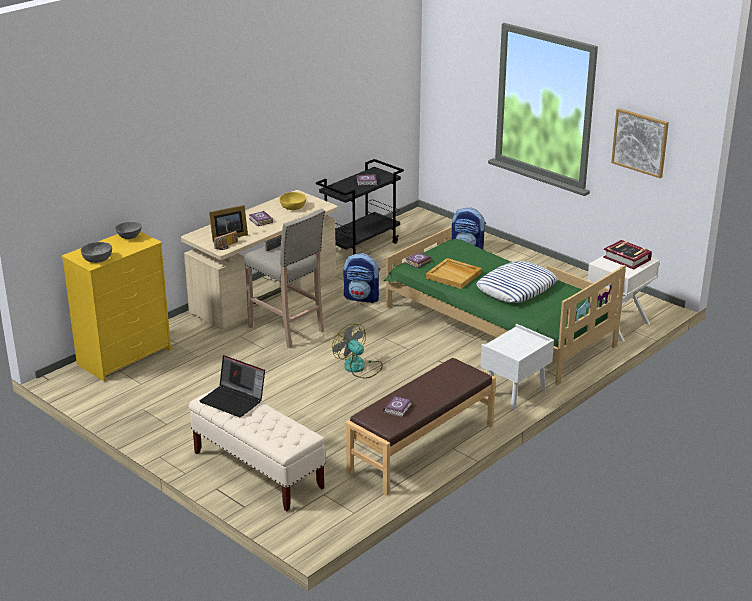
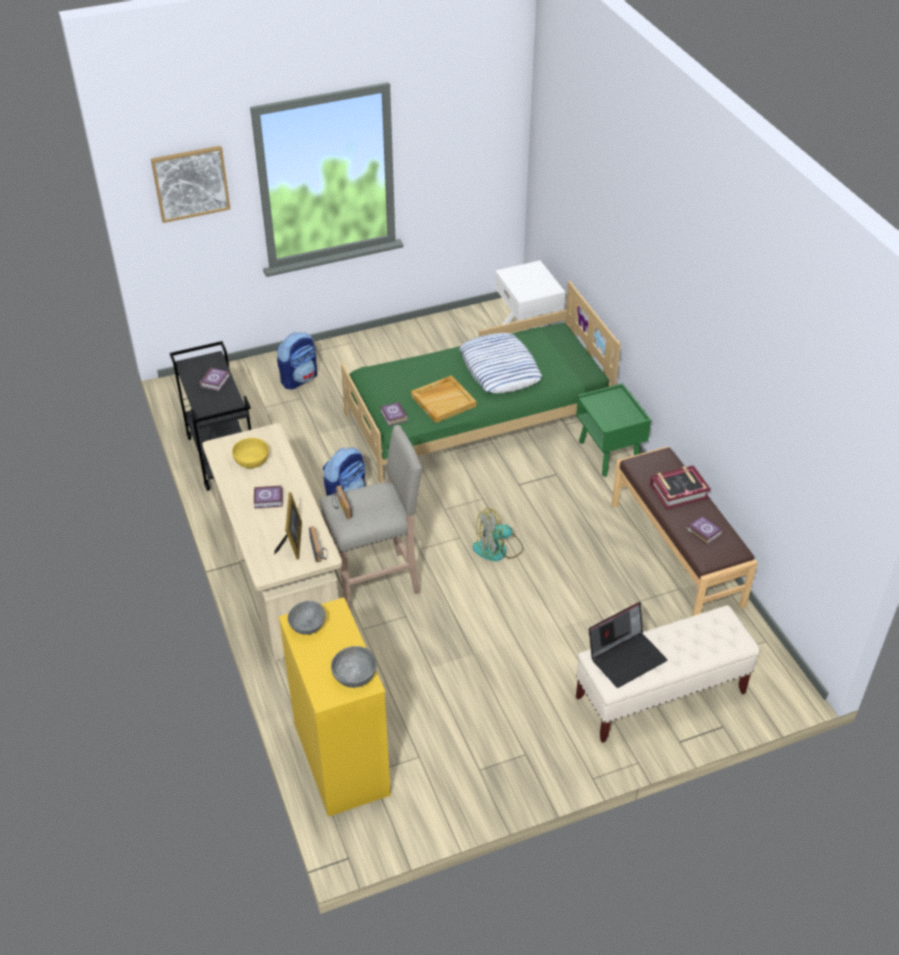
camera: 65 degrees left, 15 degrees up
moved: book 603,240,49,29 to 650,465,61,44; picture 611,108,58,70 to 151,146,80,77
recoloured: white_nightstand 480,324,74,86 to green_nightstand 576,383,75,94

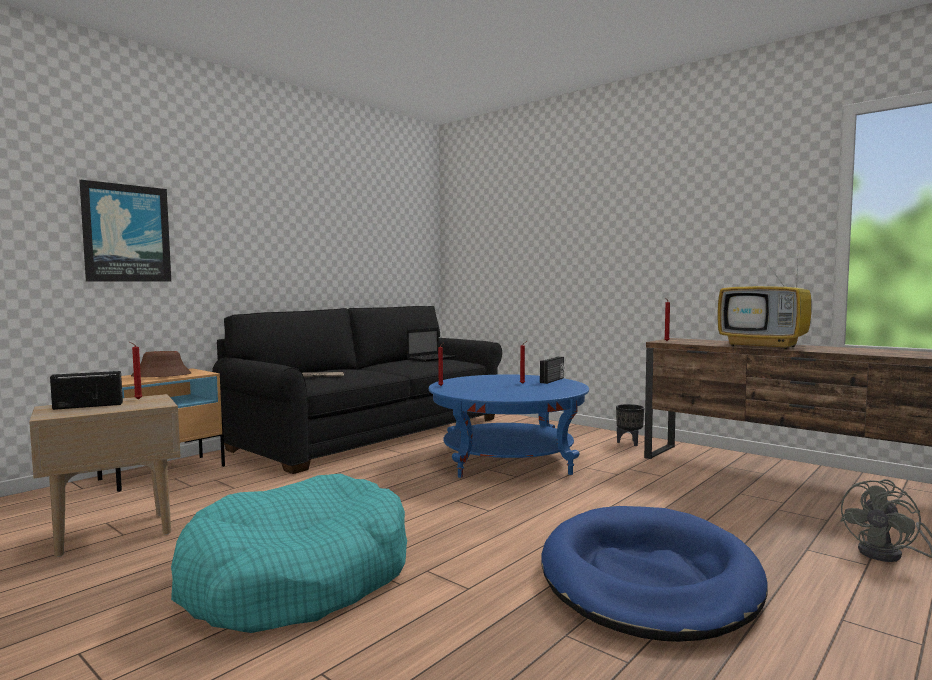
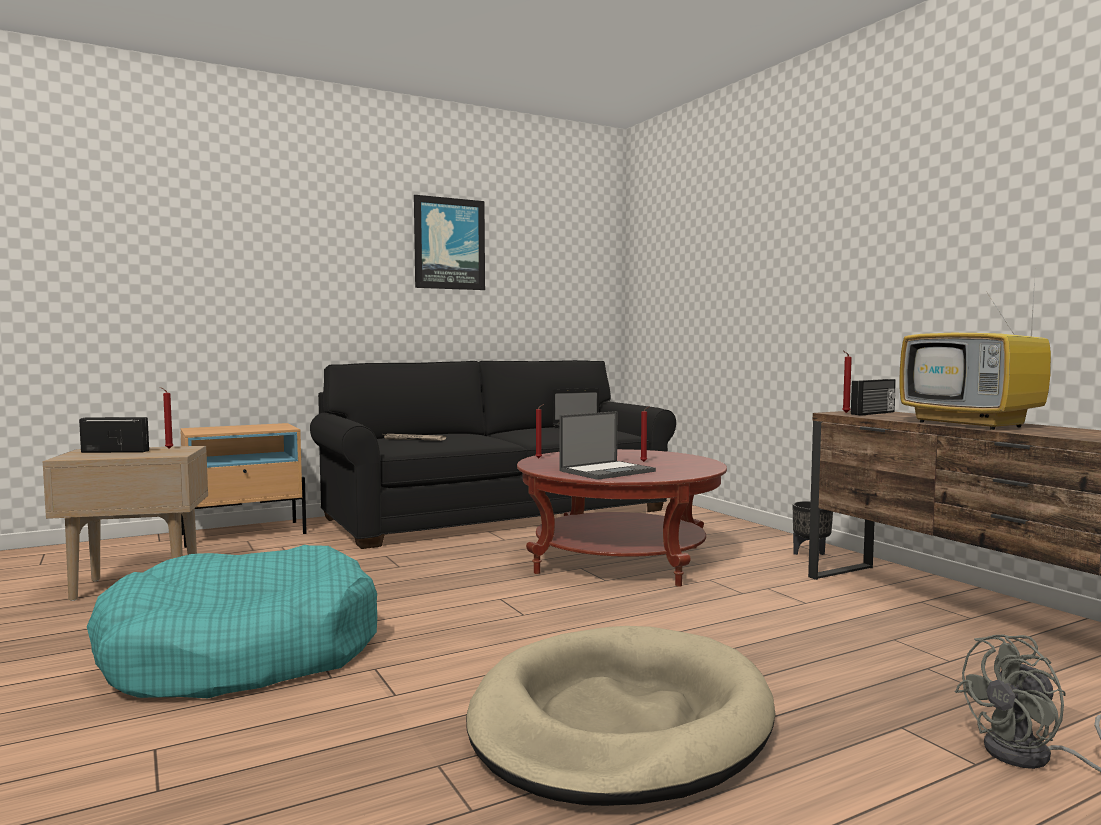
camera: 20 degrees right, 0 degrees up
removed: brown_hat 131,351,61,26
added: laptop 560,411,96,69
moved: picture 79,180,92,102 to 414,195,71,95; radio 540,357,24,27 to 851,379,45,37
recoloured: blue_coffee_table 429,374,160,104 to red_coffee_table 517,449,210,138; blue_dog_bed 541,506,226,136 to beige_dog_bed 466,626,309,180

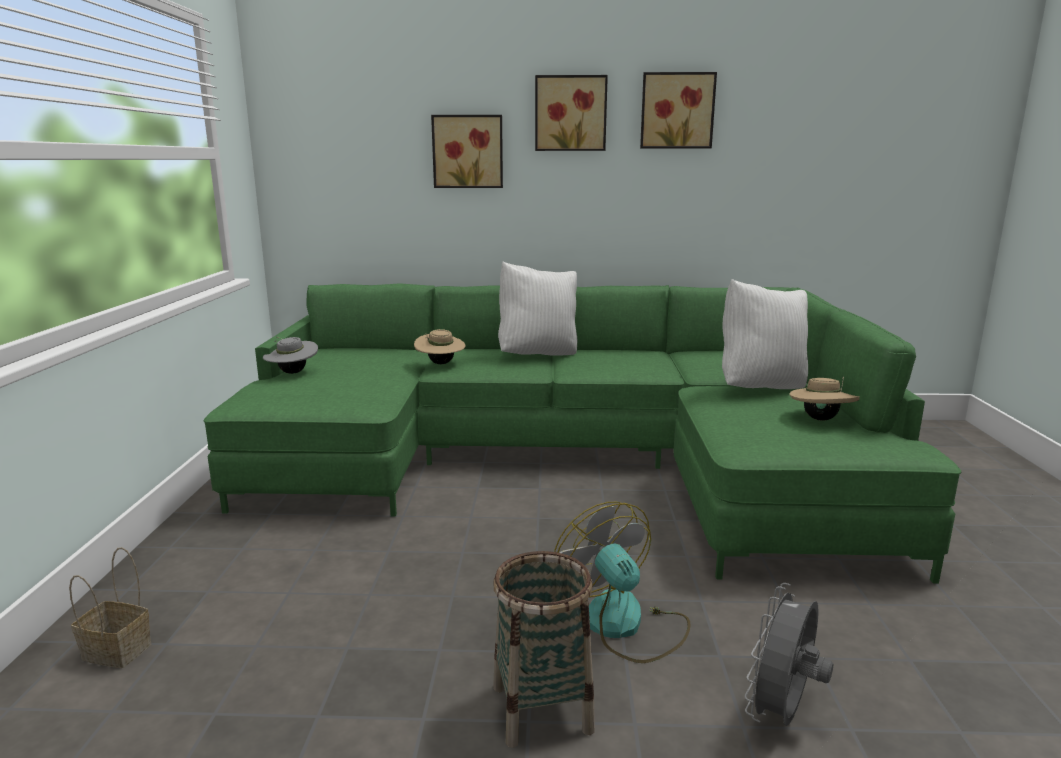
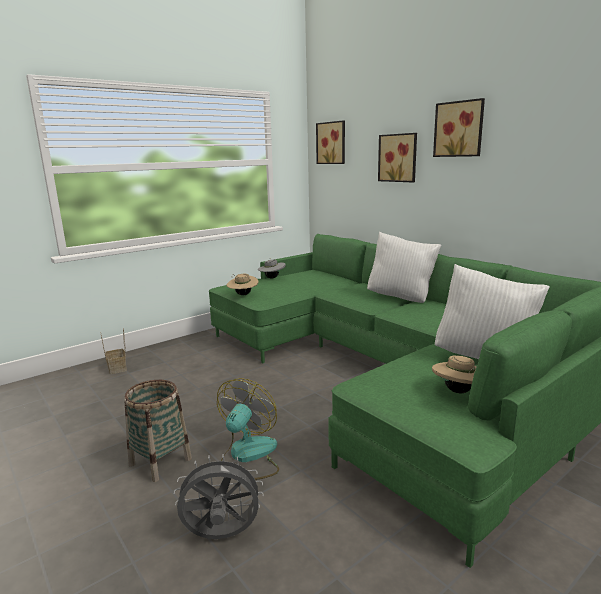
camera: 50 degrees right, 0 degrees up
moved: beige_hat 414,329,52,35 to 226,274,32,21; picture 640,72,77,76 to 316,120,29,44

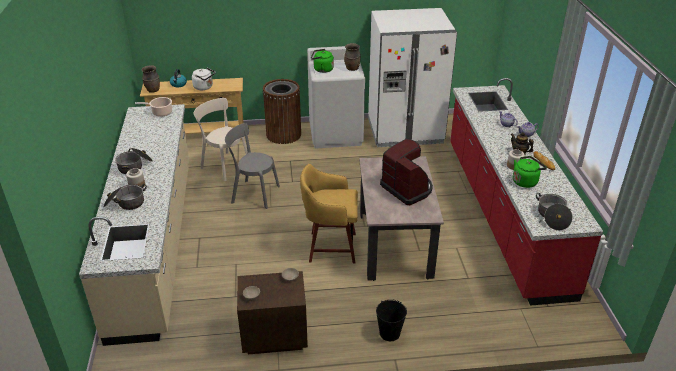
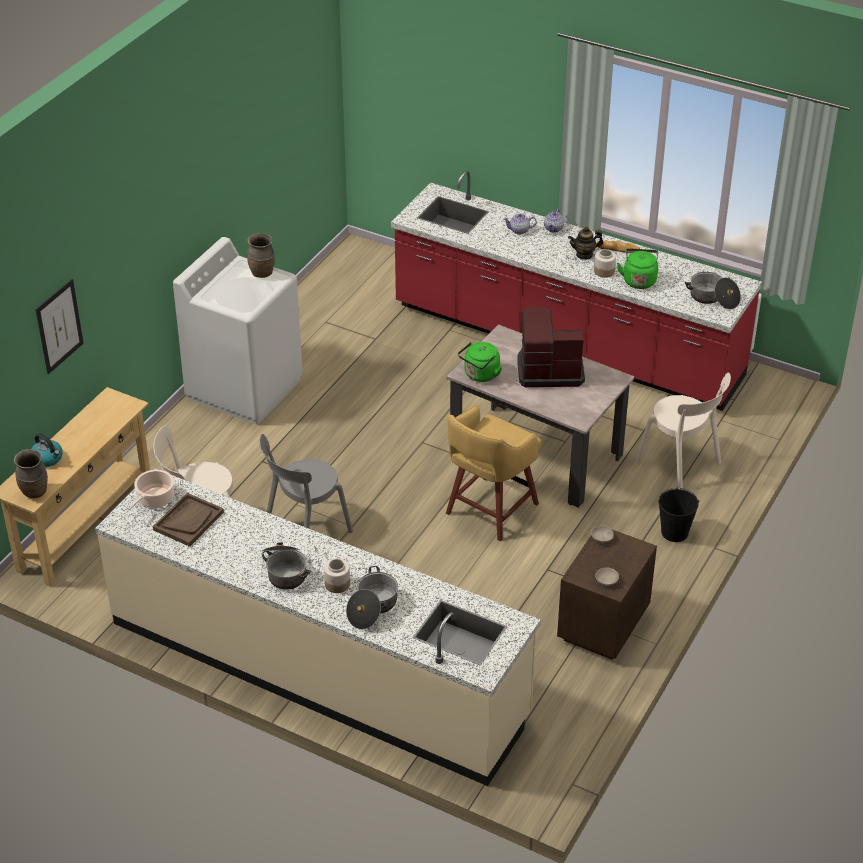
camera: 55 degrees left, 5 degrees up
removed: white_kettle 192,67,23,23; brown_trash_can 263,79,38,65; white_fridge 368,8,89,139
added: picture 36,279,48,95; brown_tray 153,493,71,54; beige_chair 635,372,96,118
moved: green_kettle 311,49,23,24 to 458,342,44,40

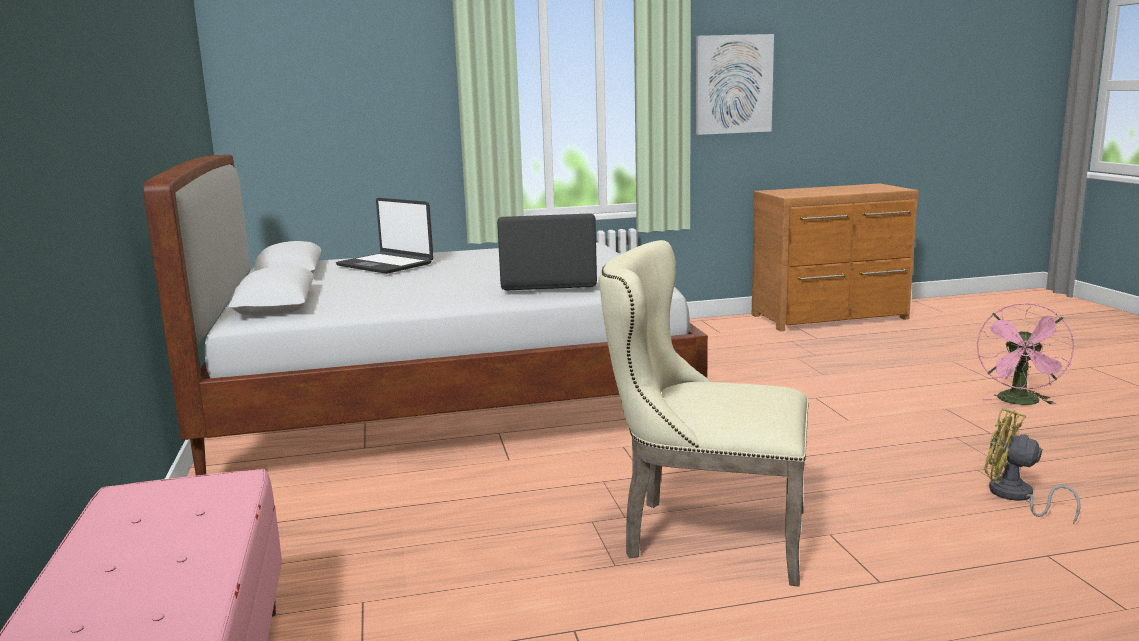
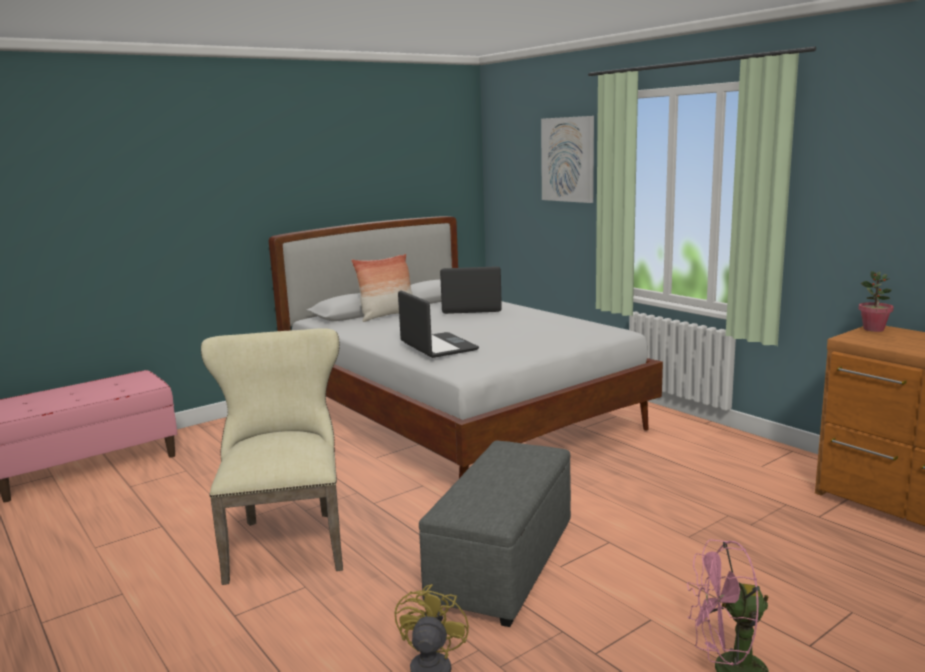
camera: 65 degrees right, 0 degrees up
added: pillow 351,254,62,68; grey_ottoman 419,441,152,186; potted_plant 859,271,35,61
moved: picture 696,34,78,101 to 541,116,53,87
turned: laptop 336,198,97,76 = 440,266,62,48 75 degrees clockwise

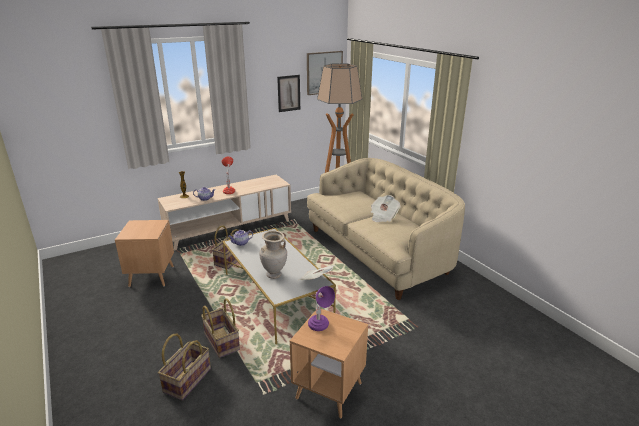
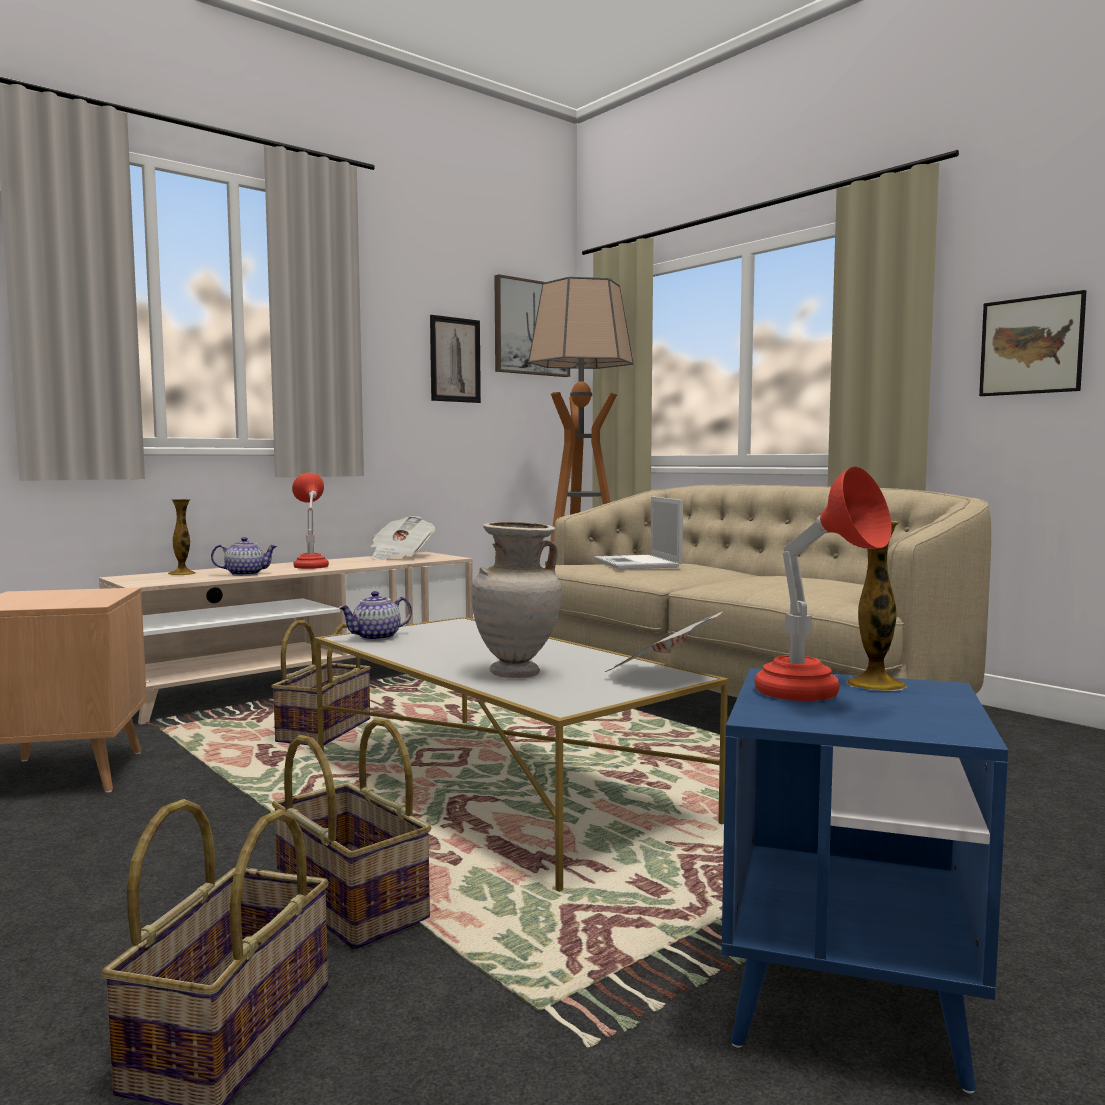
camera: 10 degrees left, 20 degrees down
added: laptop 595,496,88,73; vase 846,521,61,170; picture 979,290,107,106
moved: newspaper 371,195,30,27 to 370,516,65,44
recoloured: brown_side_table 290,309,78,110 to blue_side_table 722,668,286,425; purple_table_lamp 308,286,27,45 to red_table_lamp 754,466,137,235

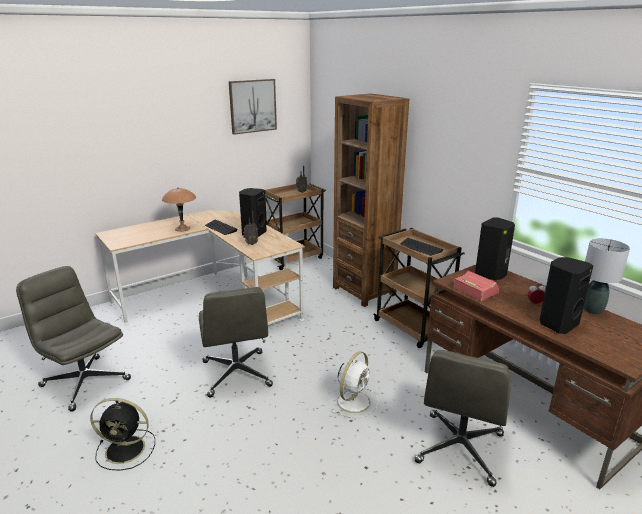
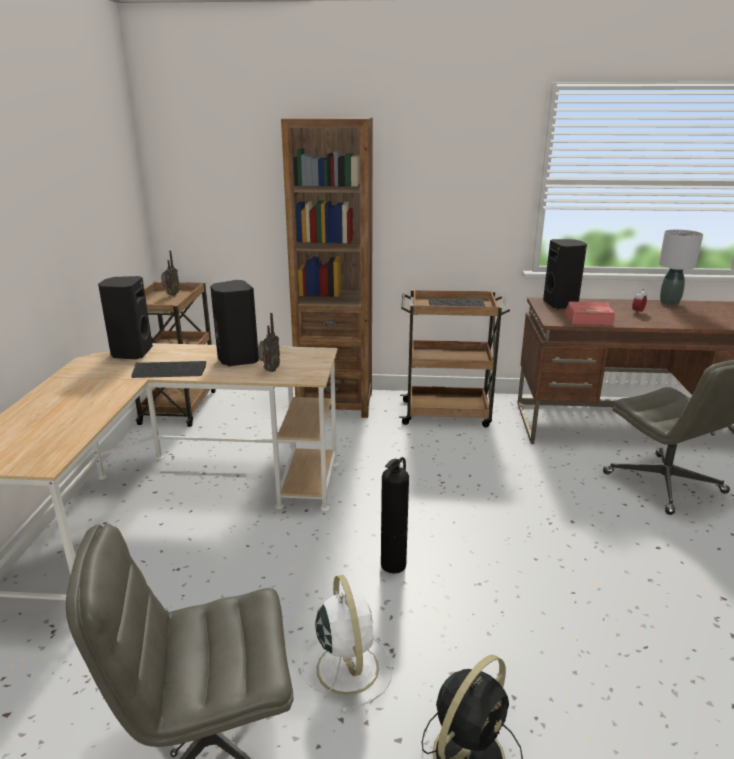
camera: 50 degrees left, 0 degrees up
removed: brown_table_lamp 162,187,34,45; picture 229,79,48,56
moved: white_fan 331,351,47,67 to 300,575,92,138; black_speaker 540,257,53,77 to 98,276,55,83
replaced: grey_office_chair 199,287,74,111 to fire_extinguisher 381,457,28,117

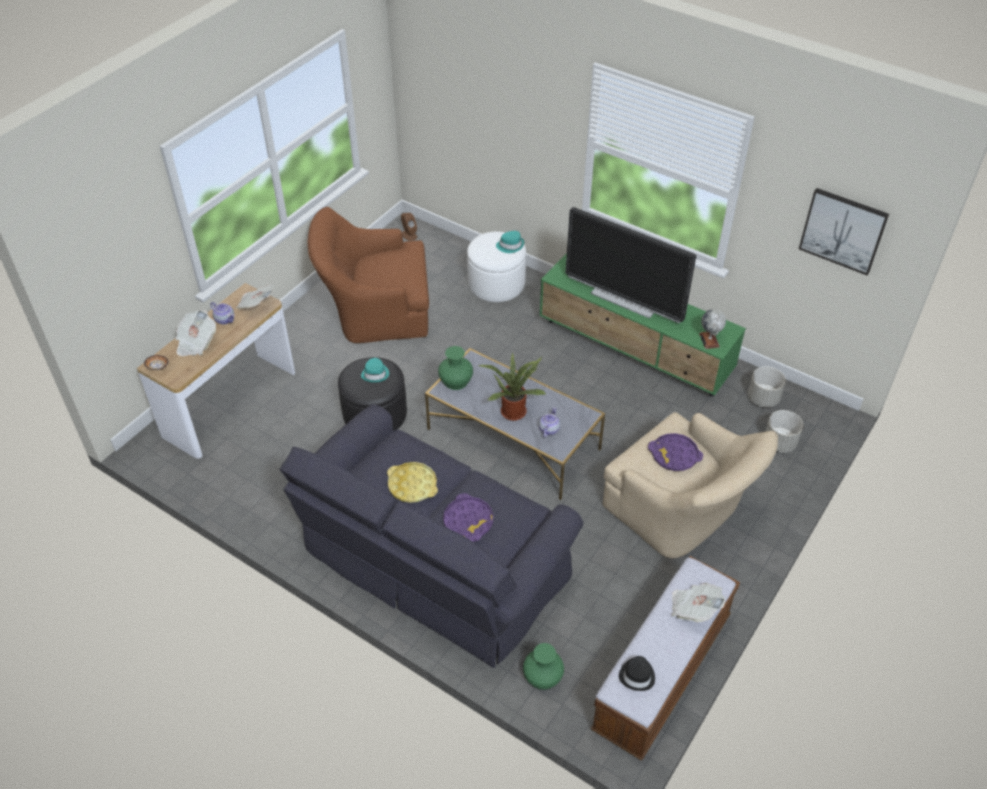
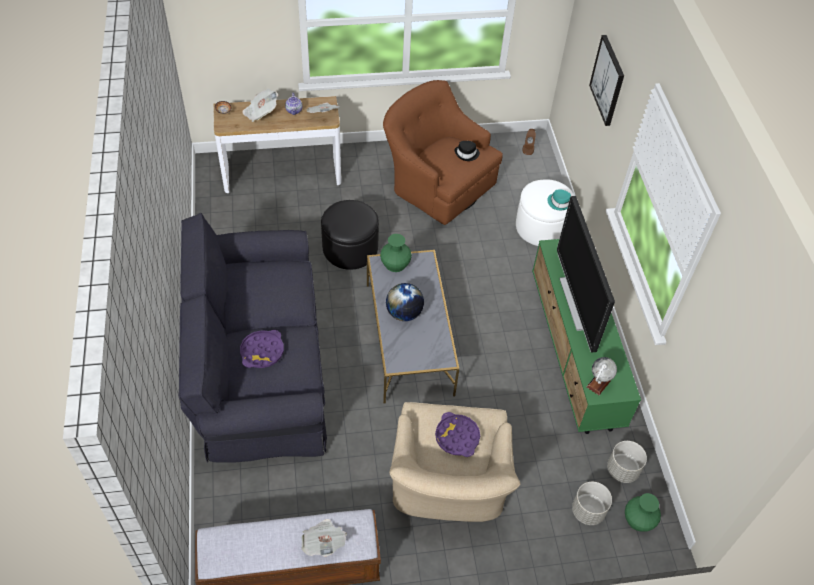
camera: 45 degrees right, 5 degrees up
removed: turquoise_hat 361,358,28,25; yellow_tray 387,462,51,41; teapot 539,407,21,31
moved: green_vase 523,643,41,47 to 625,493,36,39; black_hat 619,656,36,35 to 454,141,26,20; picture 799,188,90,87 to 589,35,35,91
replaced: potted_plant 477,352,70,69 to globe 386,283,38,38

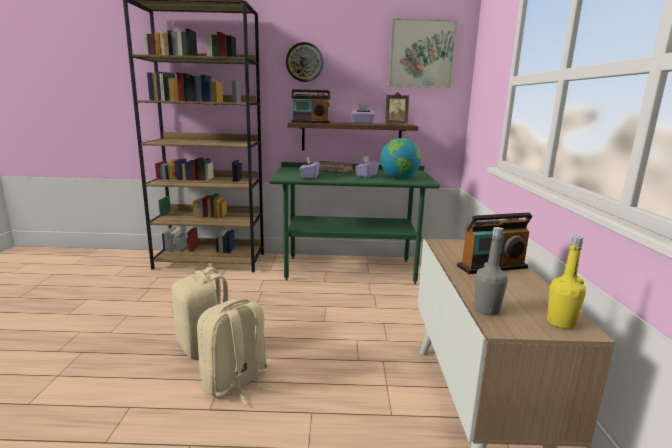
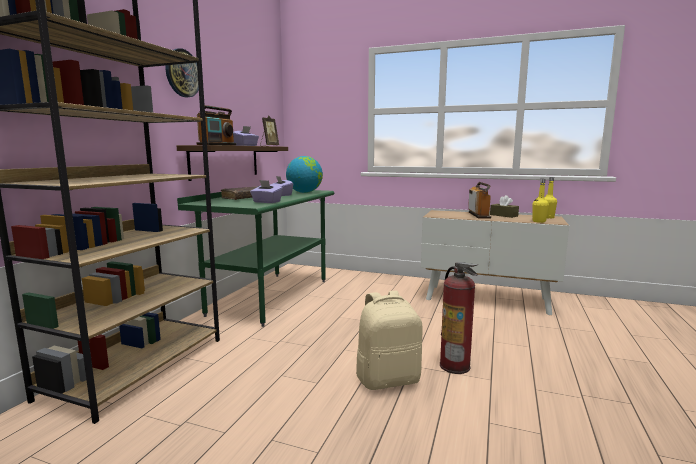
camera: 70 degrees left, 5 degrees down
removed: picture 389,18,69,70
added: brown_tissue_box 490,195,29,23
replaced: beige_backpack 197,299,75,107 to fire_extinguisher 440,262,38,112
recoloured: grey_bottle 474,227,34,89 to yellow_bottle 533,179,16,44

